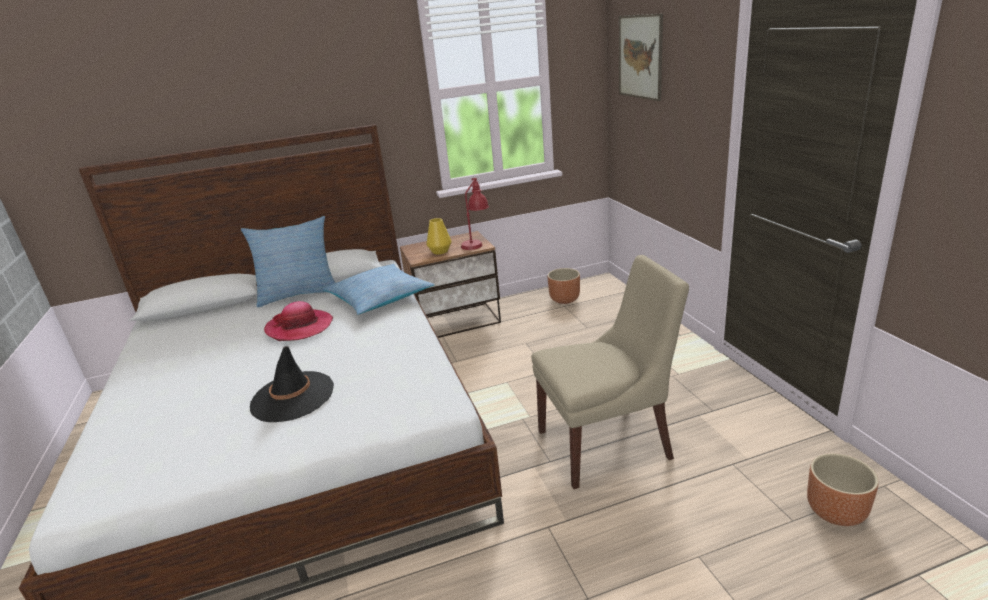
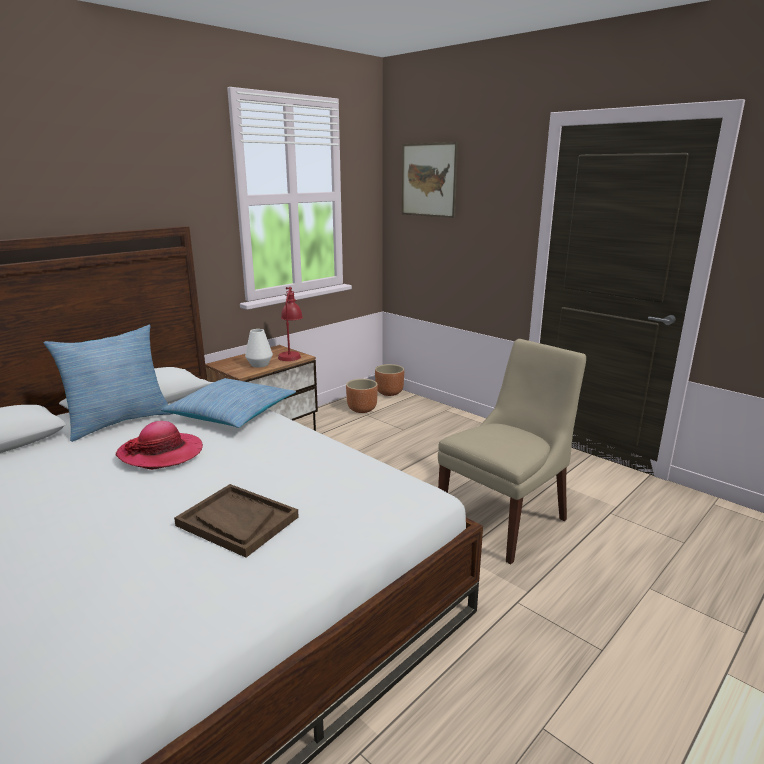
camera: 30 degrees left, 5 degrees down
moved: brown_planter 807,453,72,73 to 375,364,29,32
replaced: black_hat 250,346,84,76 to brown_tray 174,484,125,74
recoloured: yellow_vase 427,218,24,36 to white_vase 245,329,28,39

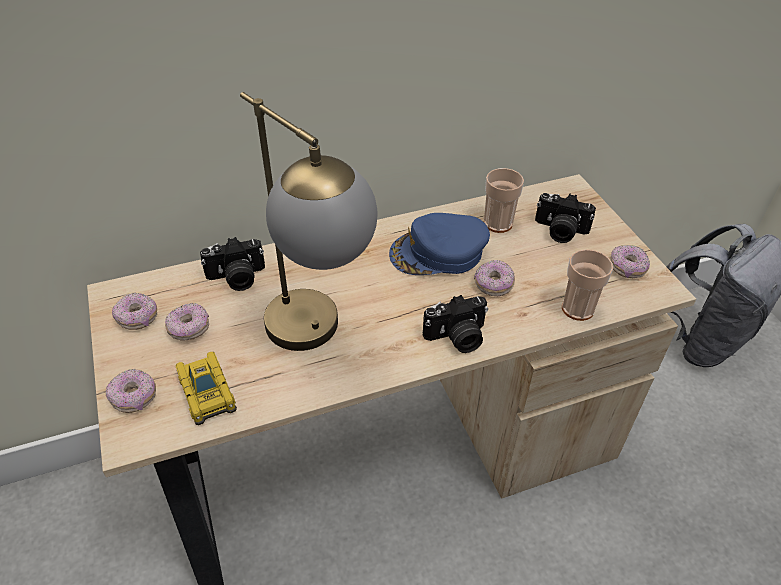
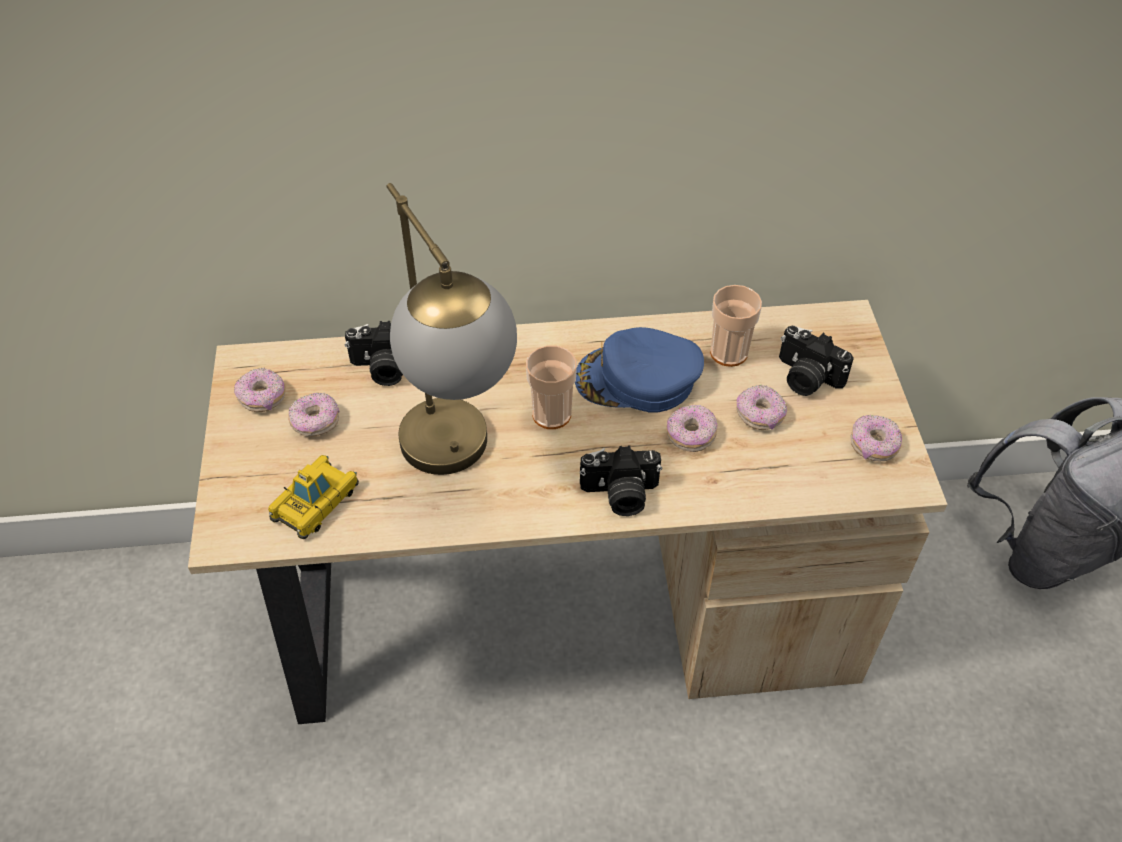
camera: 15 degrees right, 5 degrees up
moved: donut 105,369,51,44 to 737,385,50,45; cup 562,249,51,72 to 526,345,51,84
turned: toy_car 176,352,61,73 = 268,455,91,84 45 degrees clockwise

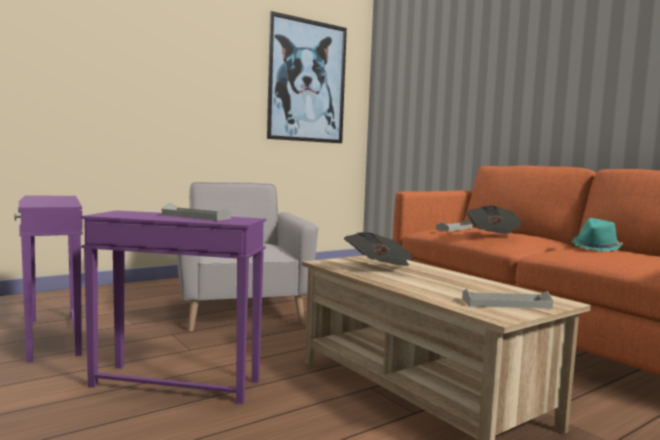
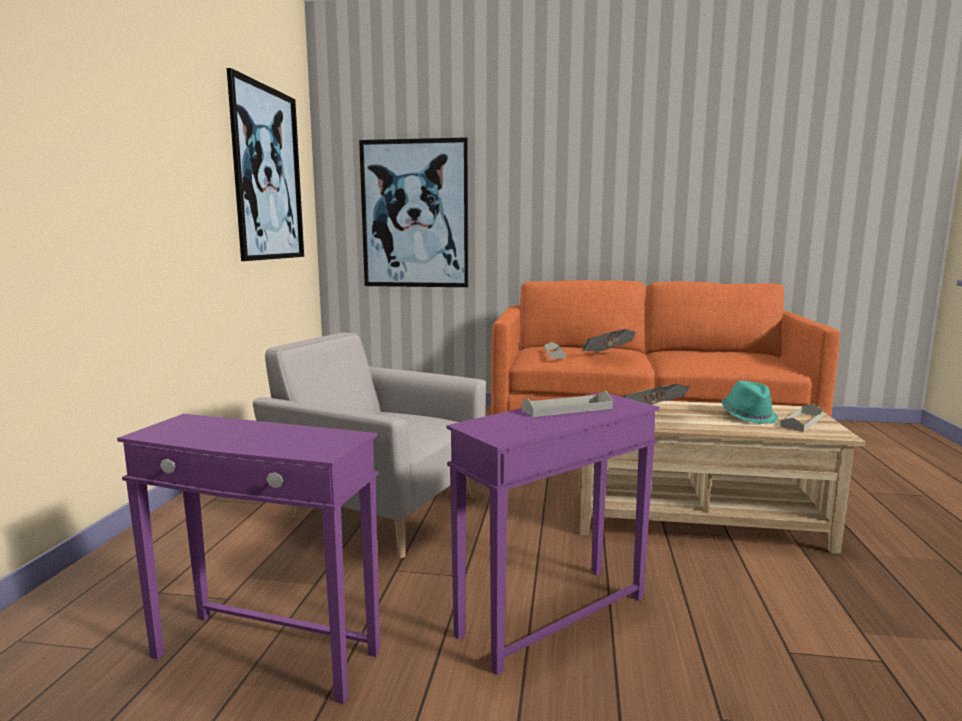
camera: 45 degrees left, 5 degrees up
added: picture 359,137,109,150
moved: turquoise_hat 572,218,51,34 to 721,381,58,43

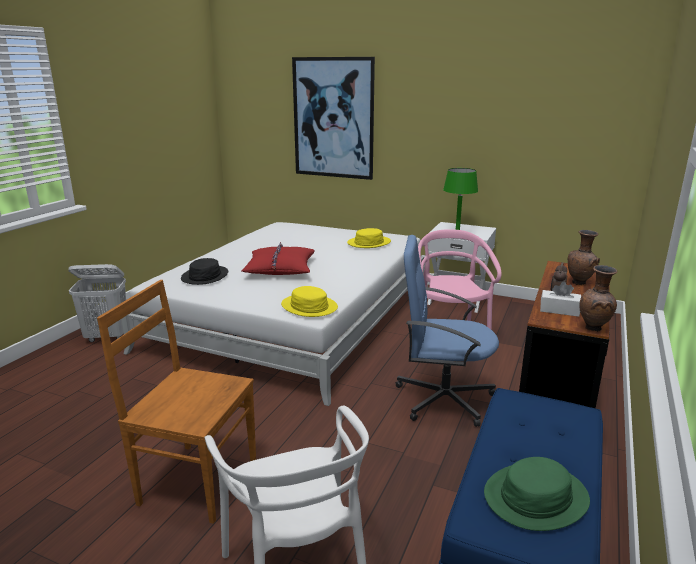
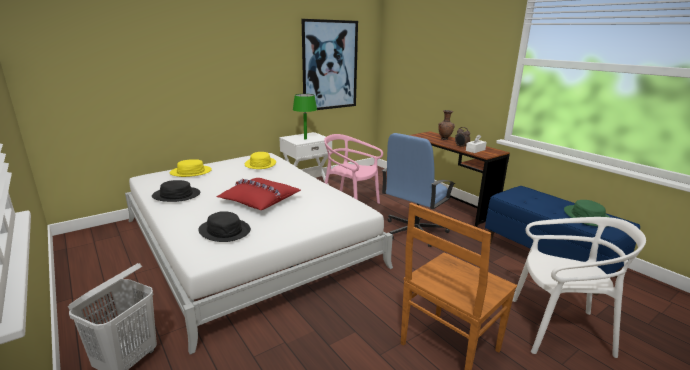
camera: 60 degrees left, 0 degrees up
removed: brown_vase 579,265,38,67
added: black_hat 152,180,48,22
moved: yellow_hat 281,286,57,31 to 170,159,42,18; picture 292,57,83,123 to 302,19,56,91

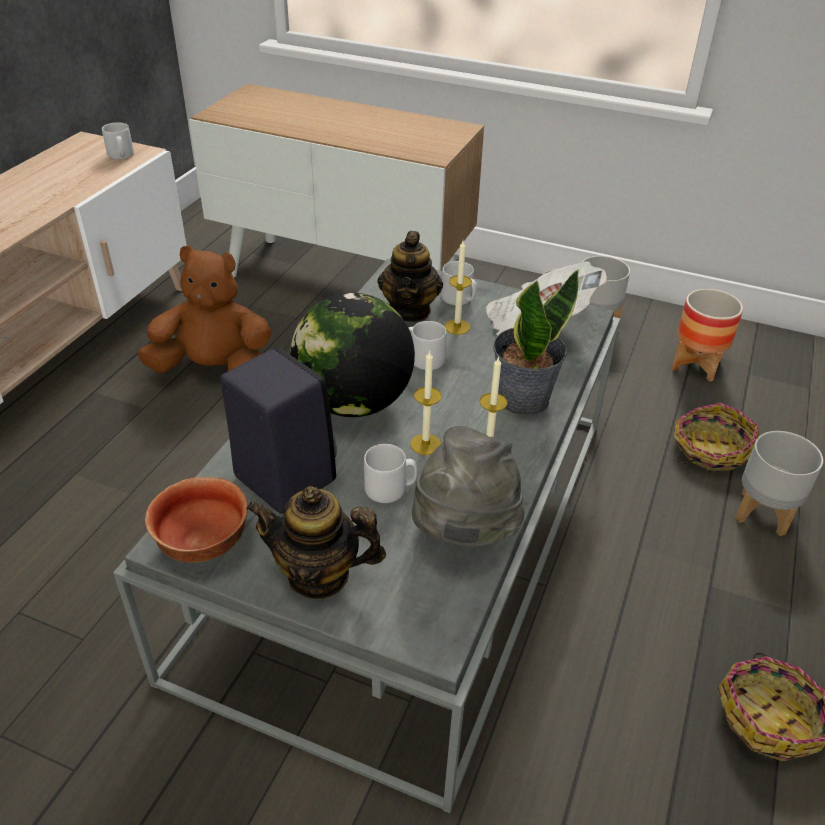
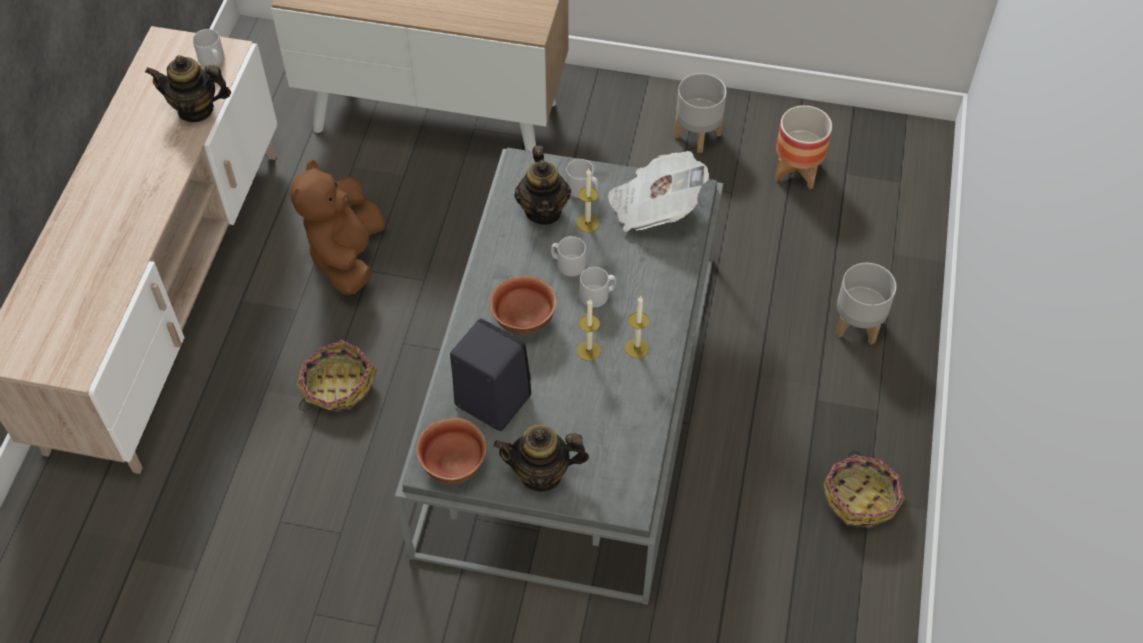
camera: 10 degrees left, 15 degrees up
removed: grey_hat 412,426,113,121; potted_plant 493,269,86,147
added: teapot 145,55,86,67
moved: grey_mug 364,444,53,59 to 580,267,36,40; basket 674,402,85,69 to 297,340,80,71
replaced: globe 290,293,125,124 to bowl 490,275,67,60
turned: brown_plush_toy 138,245,134,129 = 290,160,96,135 75 degrees counterclockwise

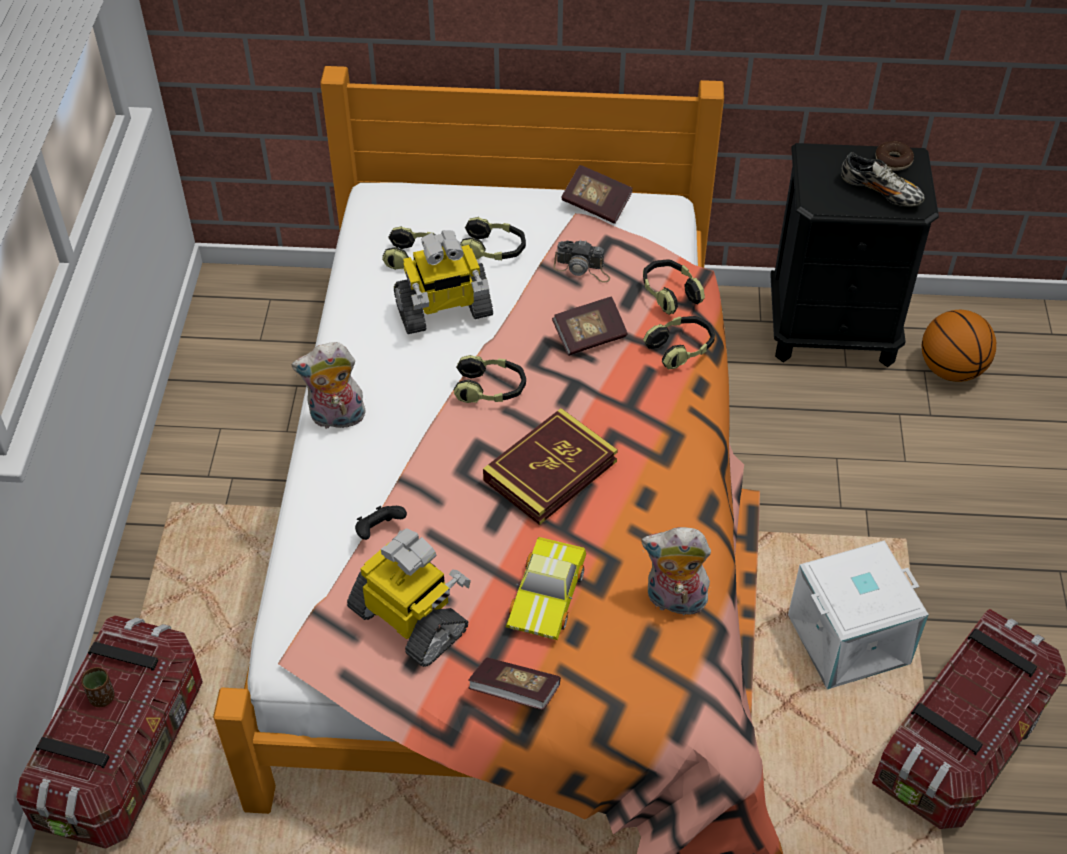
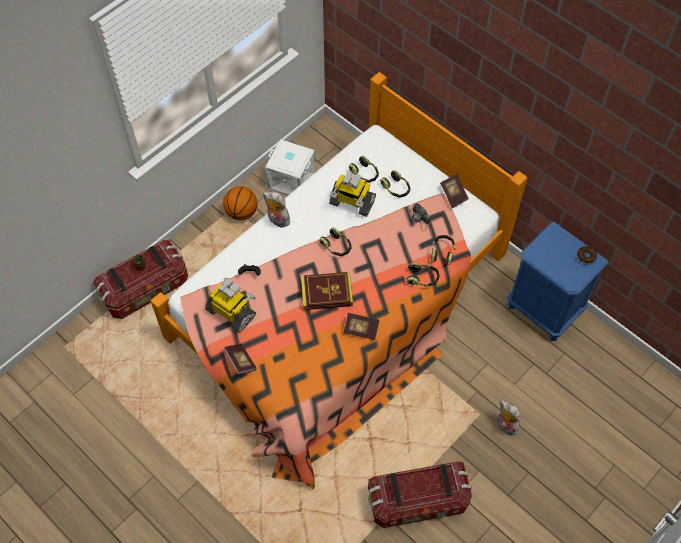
camera: 40 degrees right, 10 degrees up
removed: toy_car 506,537,80,103; shoe 841,152,84,55
moved: book 552,296,75,60 to 344,313,35,27; plush_toy 641,527,70,88 to 497,400,24,36; white_storage_box 788,540,141,149 to 265,139,50,57; basketball 922,310,74,72 to 223,186,35,34
recoloured: black_nightstand 770,143,169,224 to blue_nightstand 507,221,102,120
turned: toy_robot 347,528,124,139 = 205,277,51,56 45 degrees counterclockwise

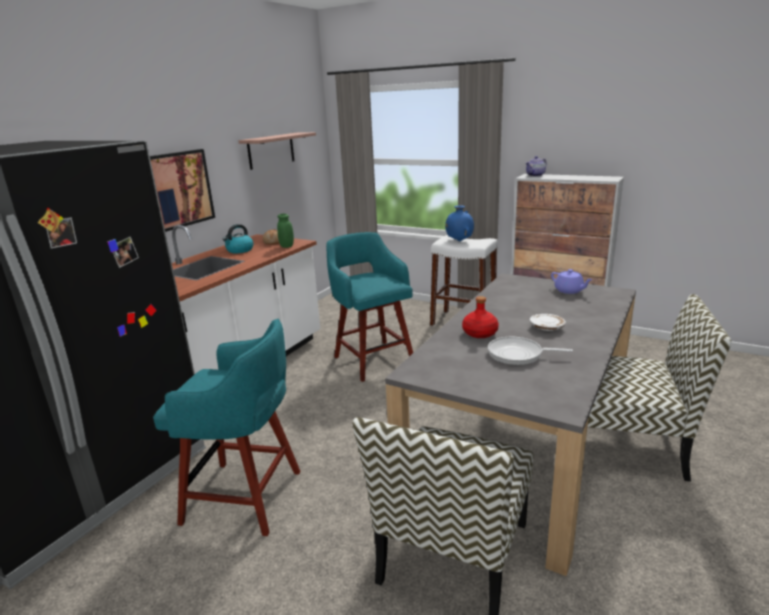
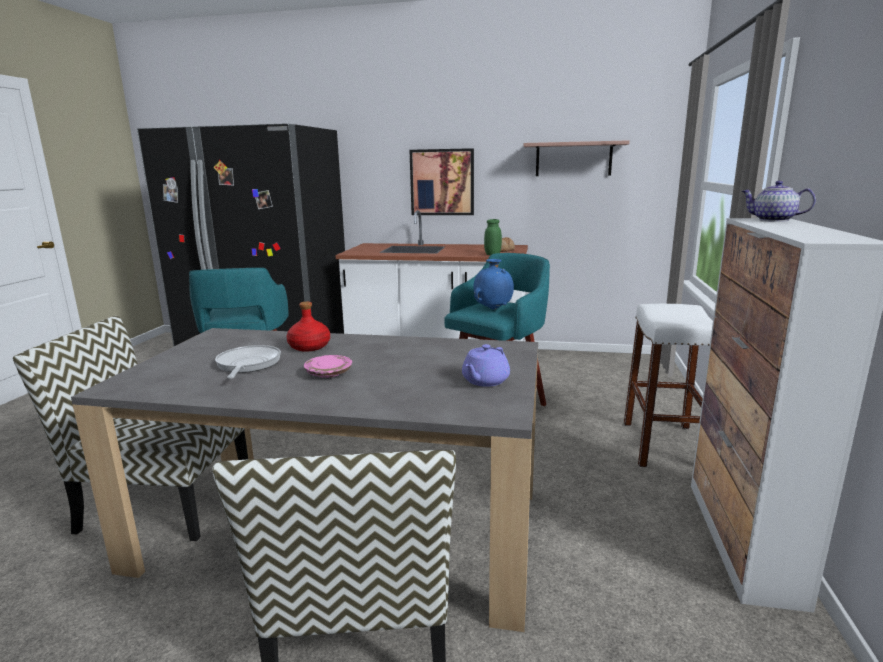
camera: 70 degrees right, 5 degrees down
removed: kettle 223,224,31,29
moved: blue_vase 445,205,29,36 to 473,259,41,51
recoloured: white_plate 530,314,36,17 to pink_plate 304,355,48,23

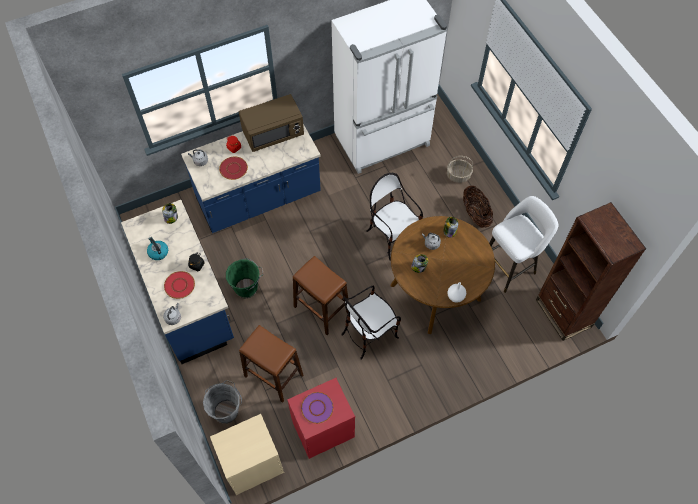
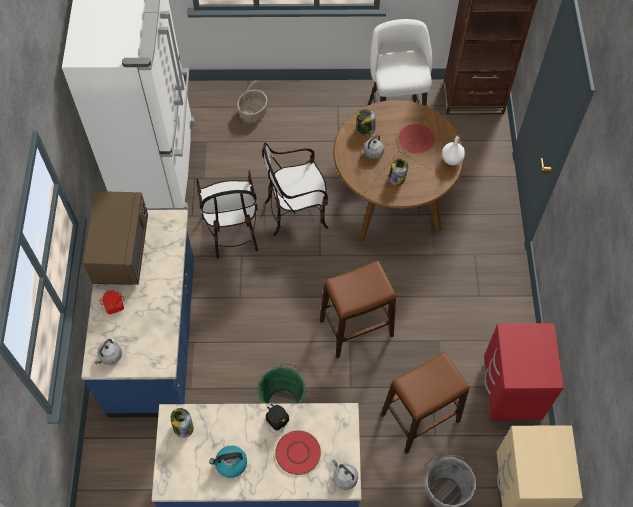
camera: 65 degrees left, 0 degrees up
removed: purple_plate 301,392,33,32; basket 463,186,30,42
moved: red_plate 219,156,29,24 to 398,124,37,30; chair 341,286,60,74 to 197,170,61,89

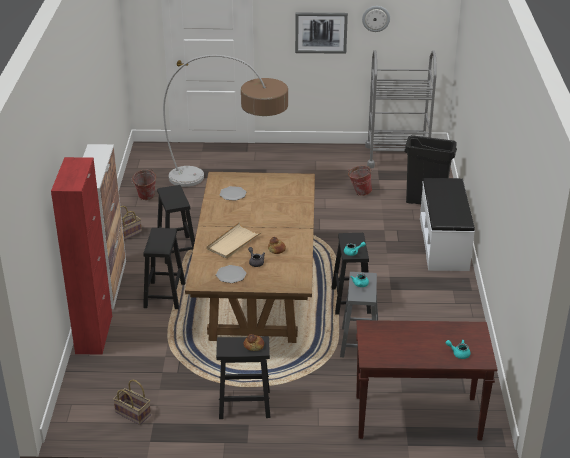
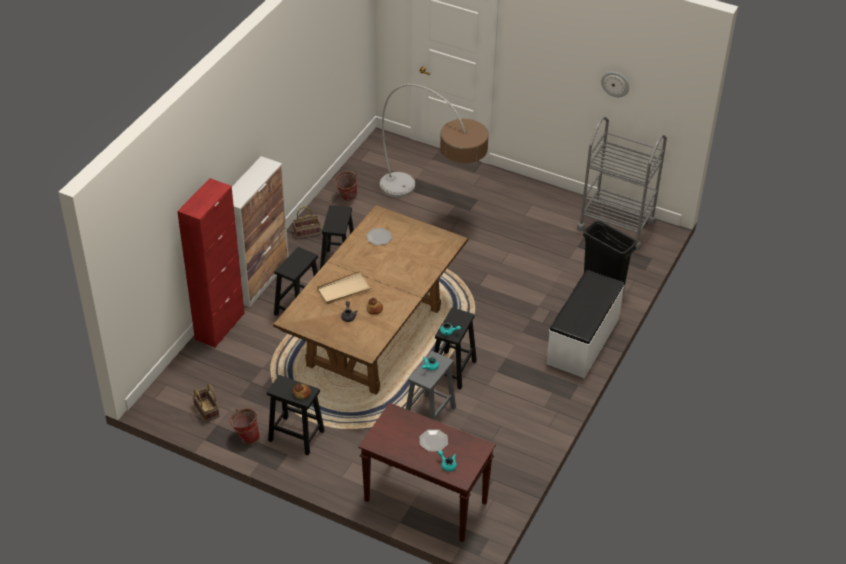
camera: 25 degrees right, 10 degrees up
removed: picture 295,13,53,41
moved: plate 216,265,31,18 to 419,429,29,23; bucket 348,166,25,30 to 230,408,30,36

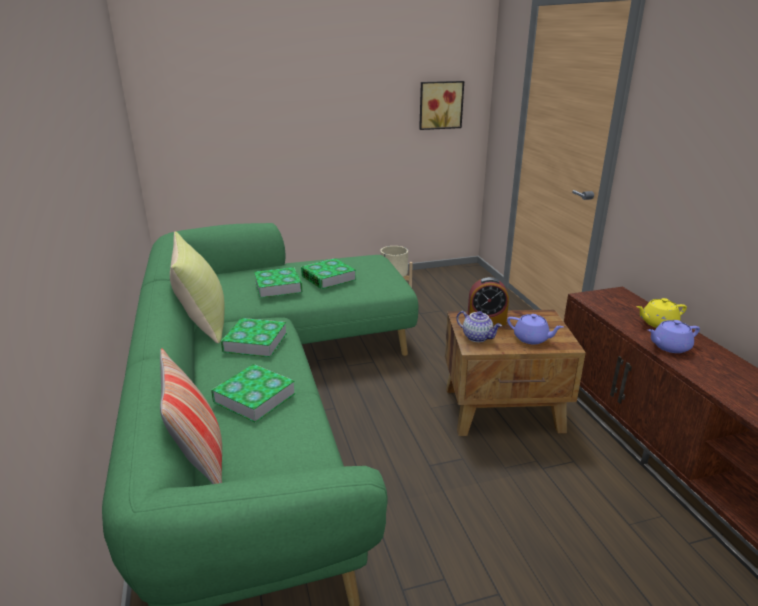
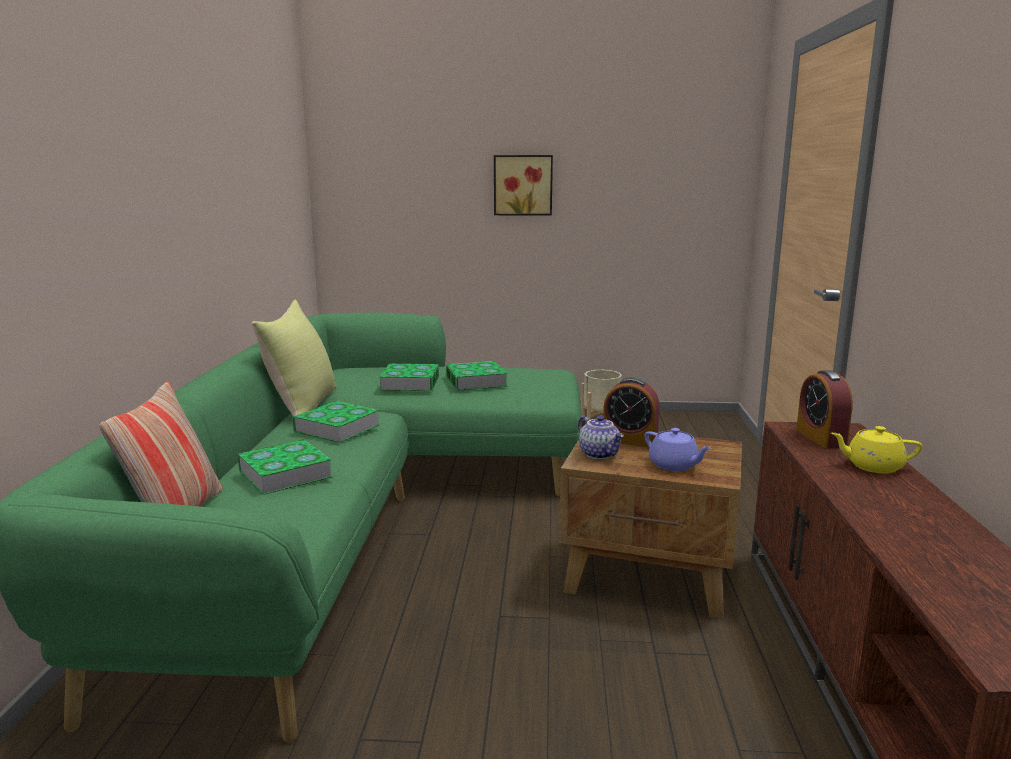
camera: 20 degrees right, 10 degrees down
removed: purple_teapot 648,320,52,33
added: alarm_clock 796,370,57,79
moved: picture 419,81,45,49 to 494,155,59,61

